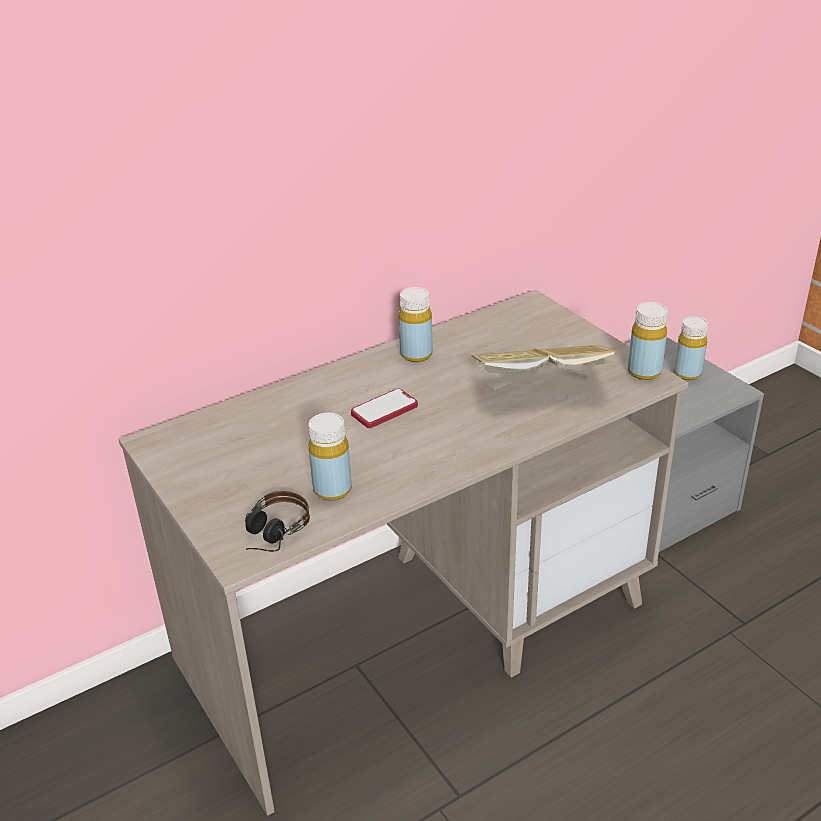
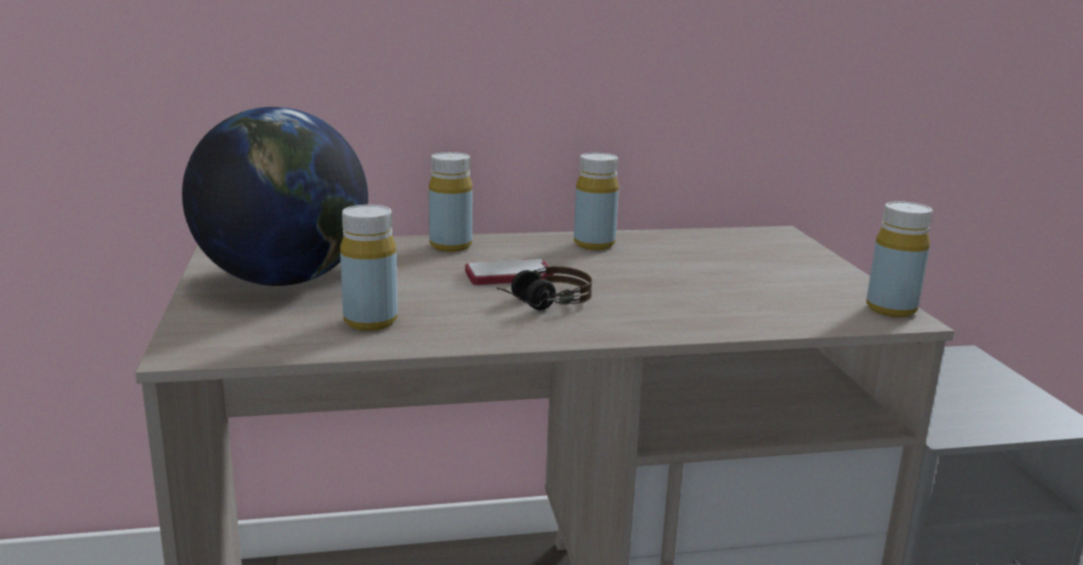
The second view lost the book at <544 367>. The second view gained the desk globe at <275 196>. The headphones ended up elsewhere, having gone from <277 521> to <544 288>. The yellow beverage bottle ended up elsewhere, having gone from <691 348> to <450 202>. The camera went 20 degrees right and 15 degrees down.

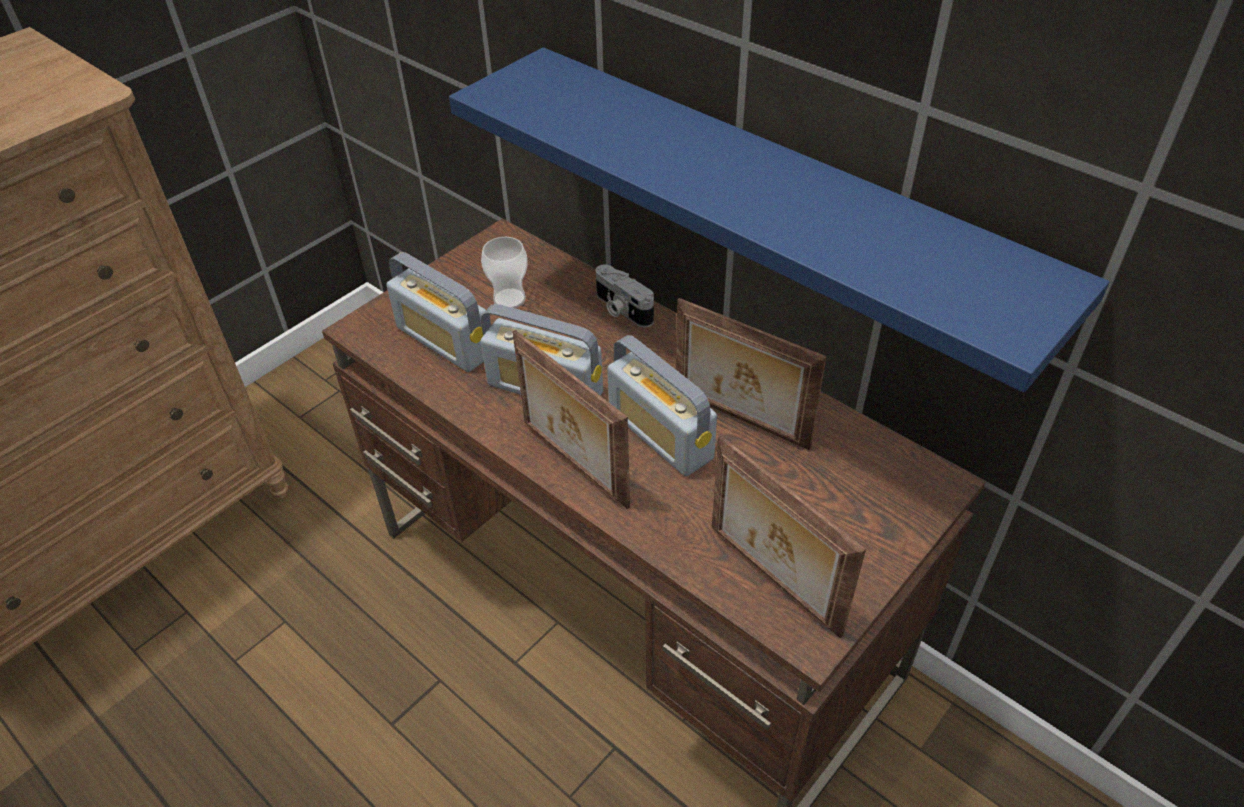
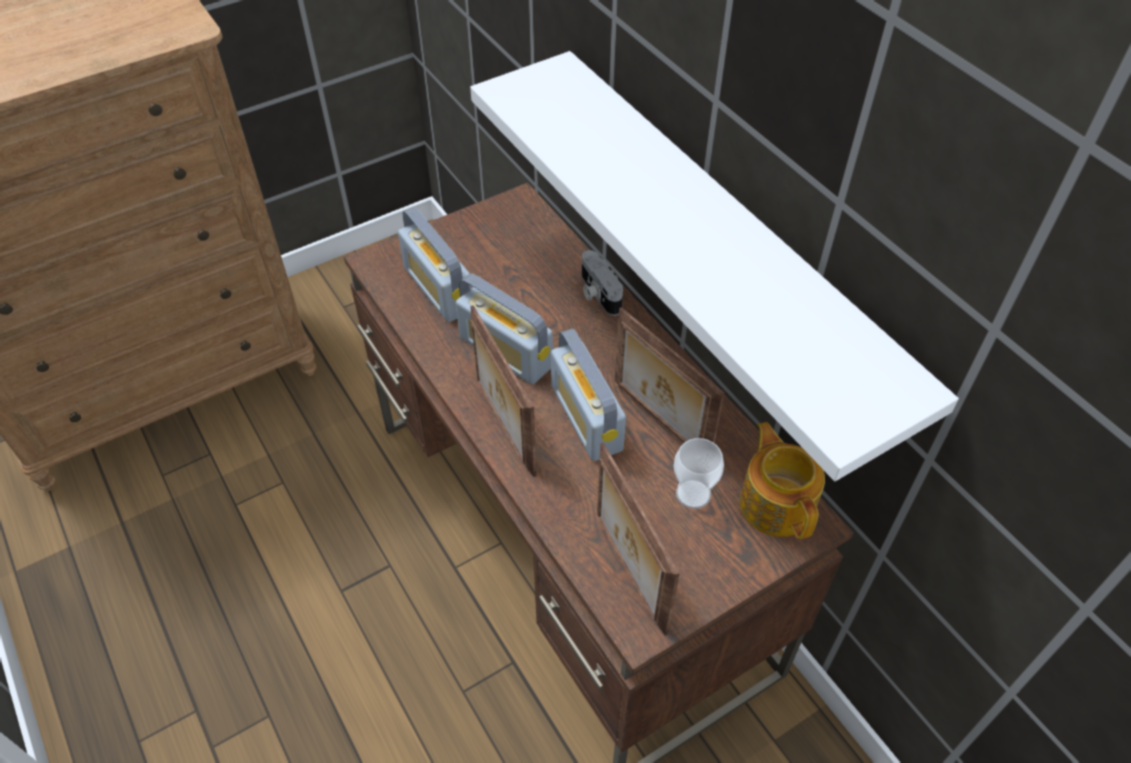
The second view gained the teapot at <782 480>. The cup ended up elsewhere, having gone from <504 272> to <699 473>. What was the blue-coloured wall shelf at <779 219> turned into the whitish wall shelf at <714 266>. The camera went 15 degrees right and 5 degrees up.

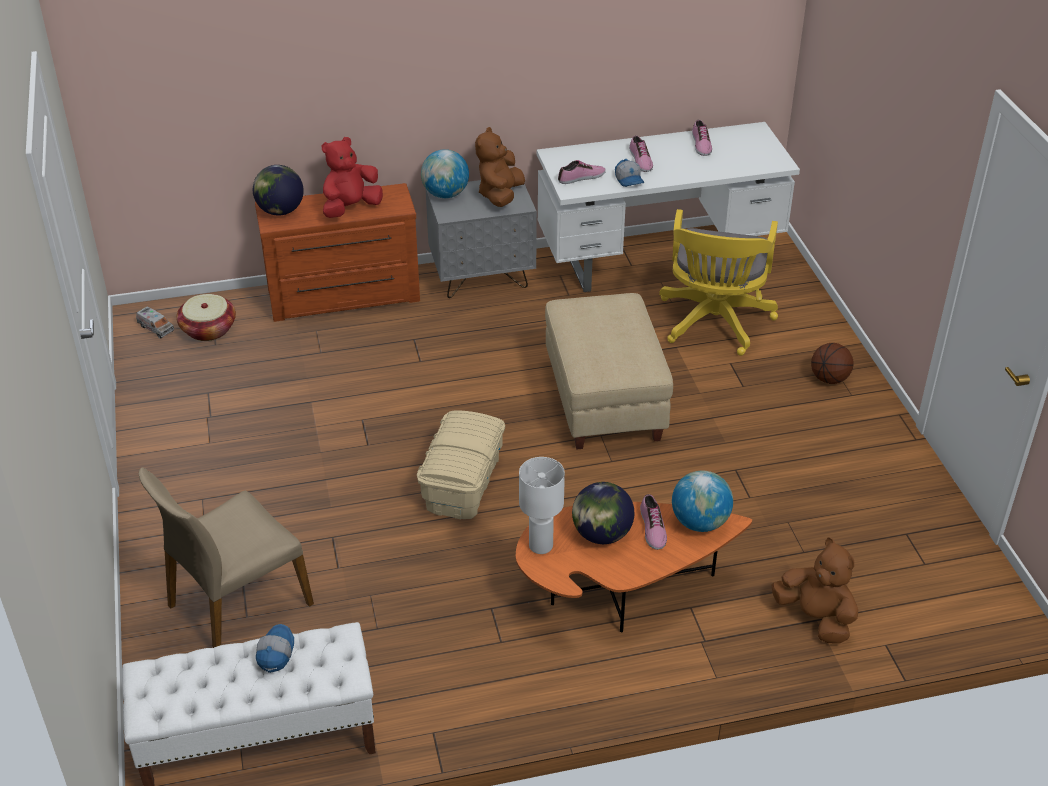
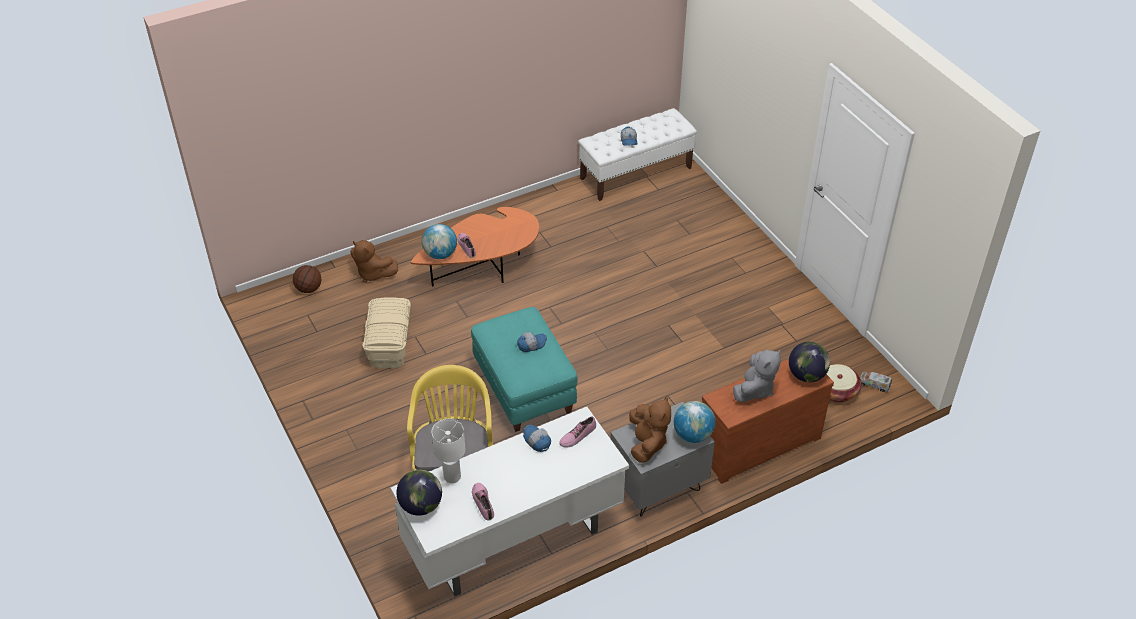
The second view lost the beige-coloured chair at <226 557>. The second view lost the low shoe at <641 153>. The second view gained the baseball cap at <532 342>. The beige-coloured storage container ended up elsewhere, having gone from <461 464> to <387 333>. The whitish lamp for a table ended up elsewhere, having gone from <542 505> to <449 451>. The desk globe ended up elsewhere, having gone from <603 513> to <419 493>. The basketball ended up elsewhere, having gone from <832 363> to <307 279>. What was the reddish plush toy at <352 177> turned into the greyish plush toy at <757 375>. What was the beige-coloured footrest at <609 371> turned into the turquoise-coloured footrest at <524 369>. The camera went 165 degrees right and 5 degrees up.

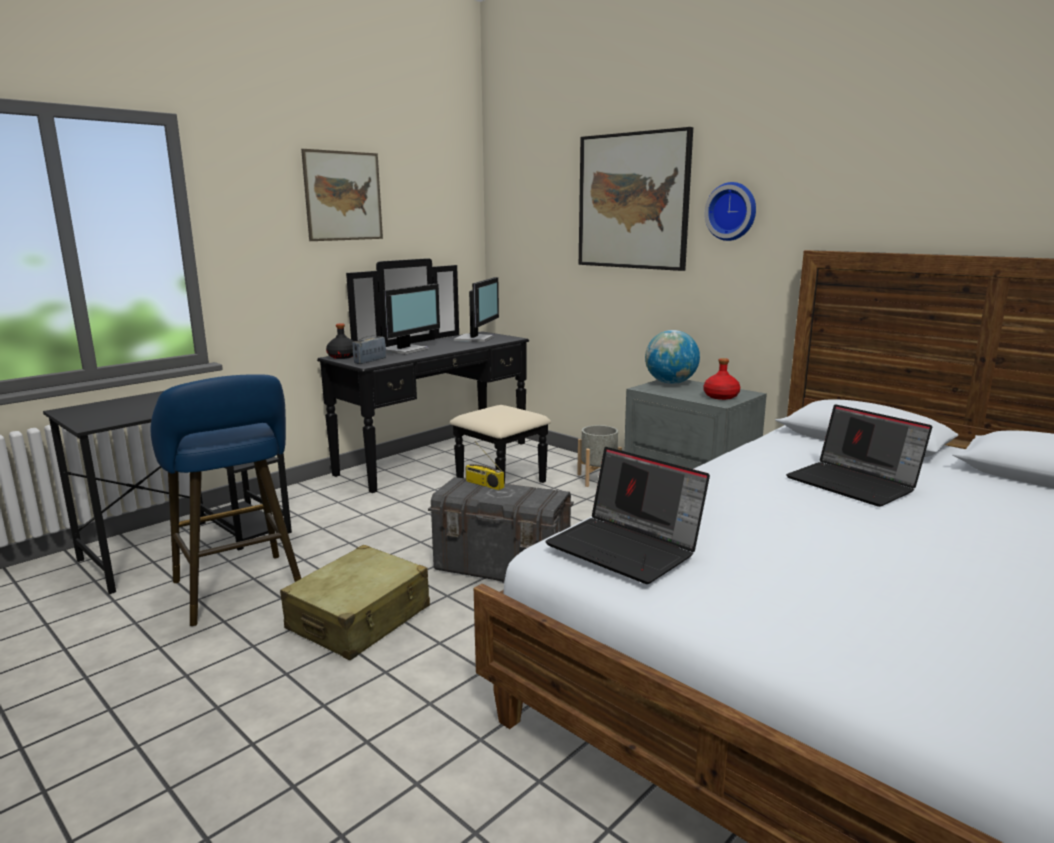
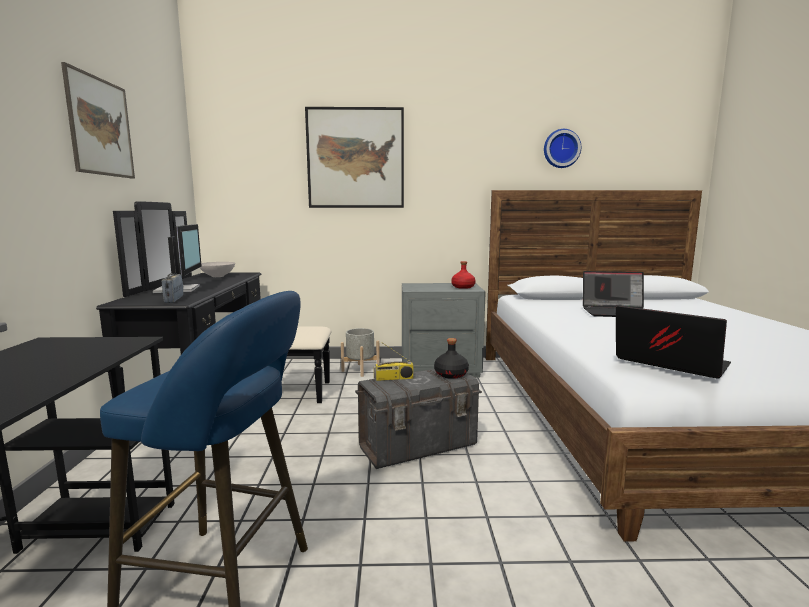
The second view lost the beige-coloured travel case at <355 602>. The second view lost the desk globe at <672 357>. The black-coloured beverage bottle ended up elsewhere, having gone from <340 341> to <451 358>. The wall clock ended up elsewhere, having gone from <730 211> to <562 148>. Where the computer screen stood at <476 309>, the whitish serving bowl came to stand at <217 269>. The notebook computer at <627 515> ended up facing another way, 135 degrees counterclockwise from before. The camera went 45 degrees left and 5 degrees down.

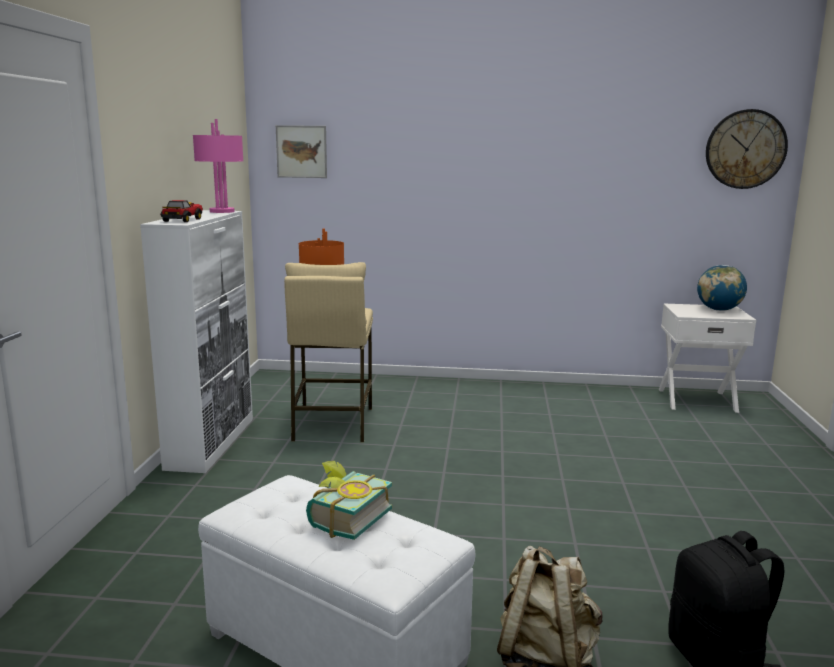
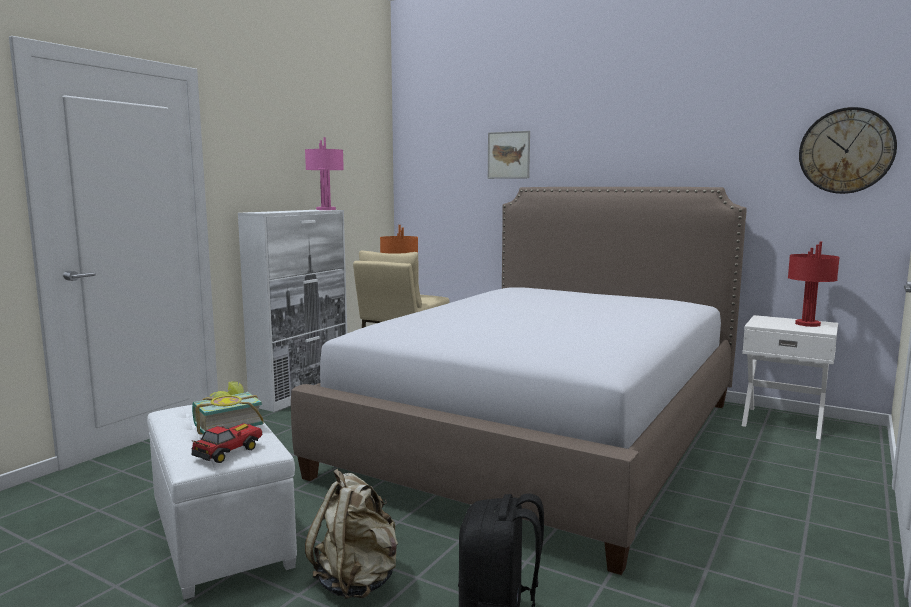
The second view gained the bed at <519 381>. The model car ended up elsewhere, having gone from <181 211> to <226 443>. The wall art ended up elsewhere, having gone from <301 151> to <509 155>. Where the desk globe stood at <722 288>, the reddish lamp for a table came to stand at <814 284>. The camera went 25 degrees right and 5 degrees down.

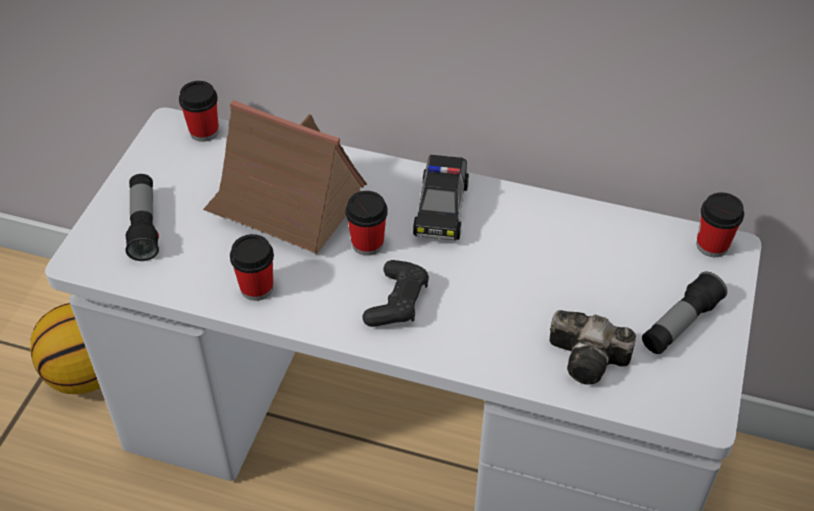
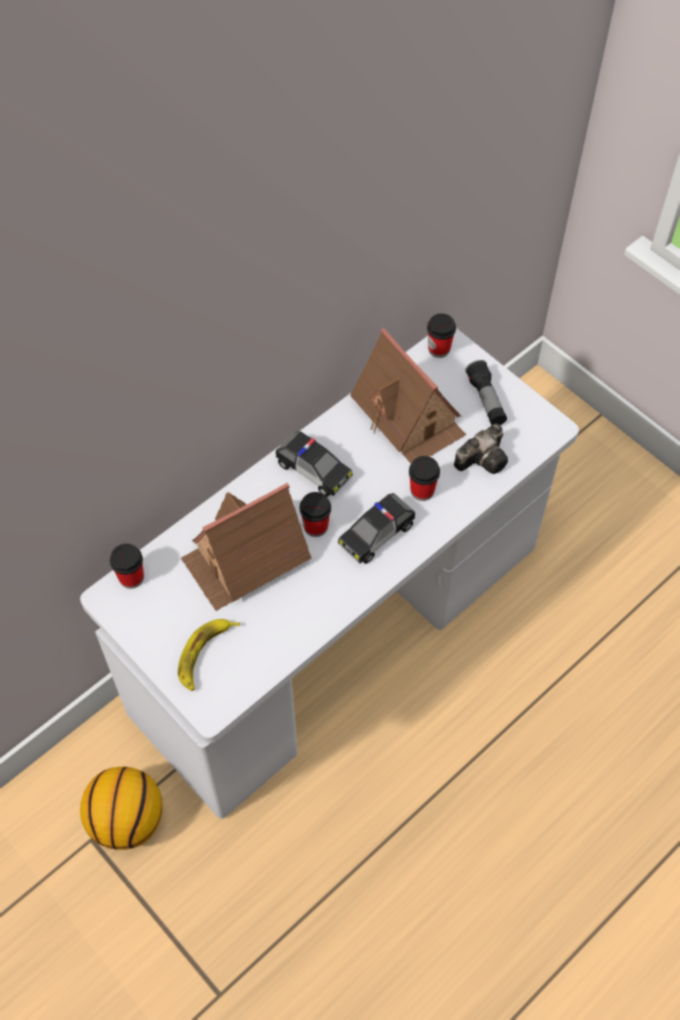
The second view gained the toy house at <408 395>. The cup ended up elsewhere, having gone from <252 267> to <424 478>. Where the hand torch stood at <142 217>, the banana fruit came to stand at <209 655>. Where the black-coloured joypad stood at <396 293>, the model car came to stand at <376 528>. The camera went 60 degrees left and 10 degrees up.

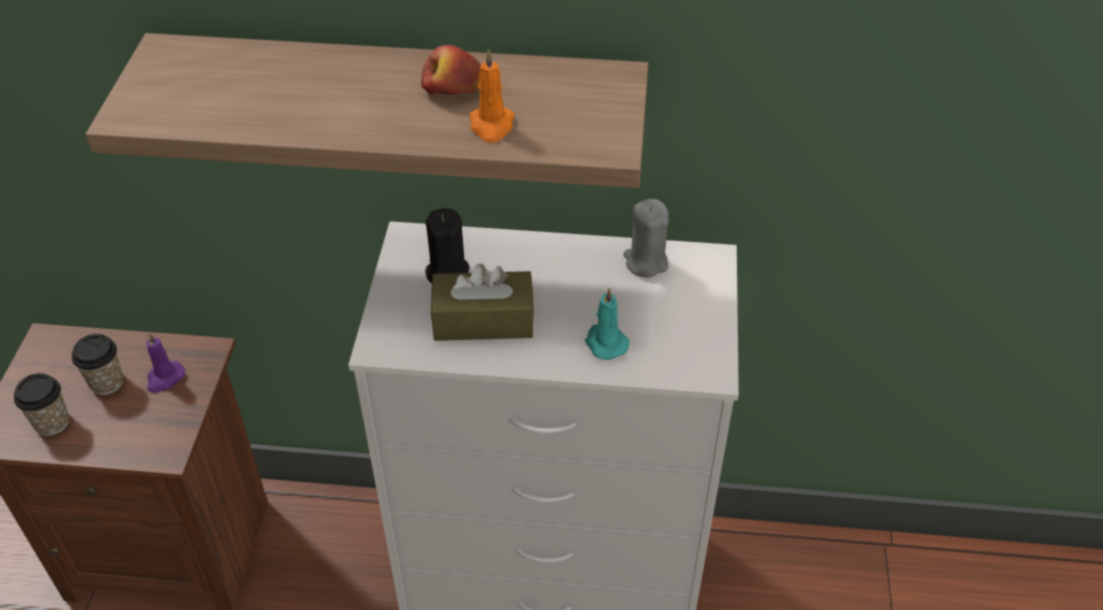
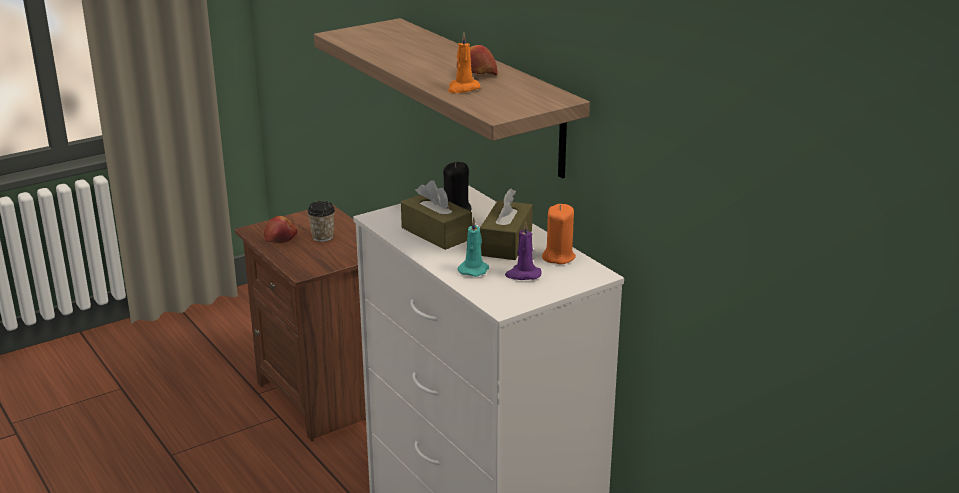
The second view gained the brownish tissue holder at <506 224>. The purplish wax candle ended up elsewhere, having gone from <165 362> to <523 250>. Where the cup stood at <41 404>, the apple came to stand at <280 229>. What was the greyish wax candle at <646 238> turned into the orange wax candle at <559 234>. The camera went 50 degrees right and 20 degrees down.

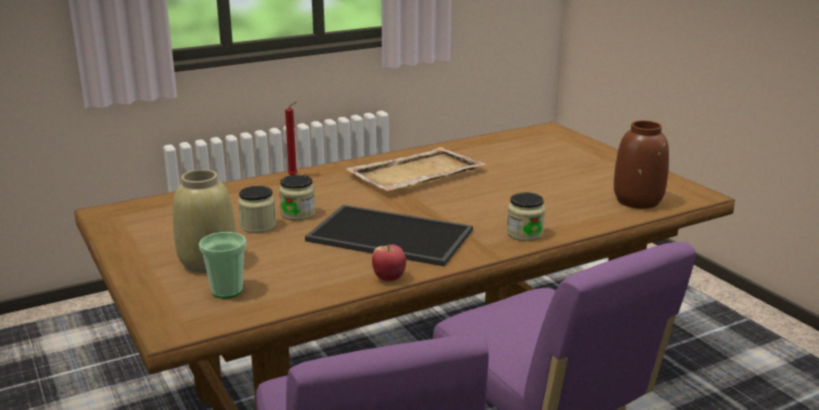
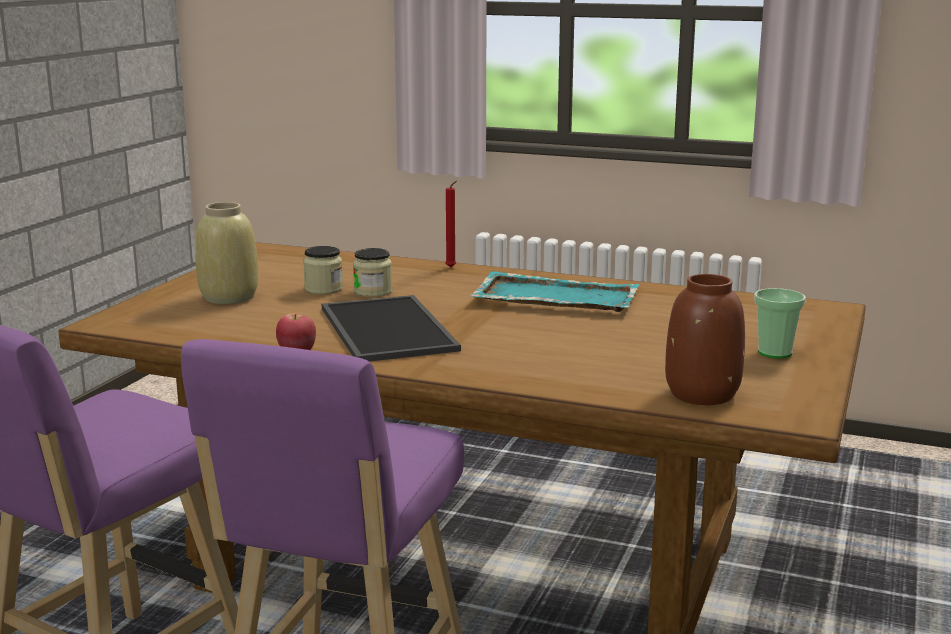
The second view lost the preserve jar at <526 216>. The cup ended up elsewhere, having gone from <222 265> to <780 323>. What was the beige-coloured carrying tray at <415 169> turned into the turquoise-coloured carrying tray at <555 291>. The camera went 50 degrees right and 5 degrees down.

